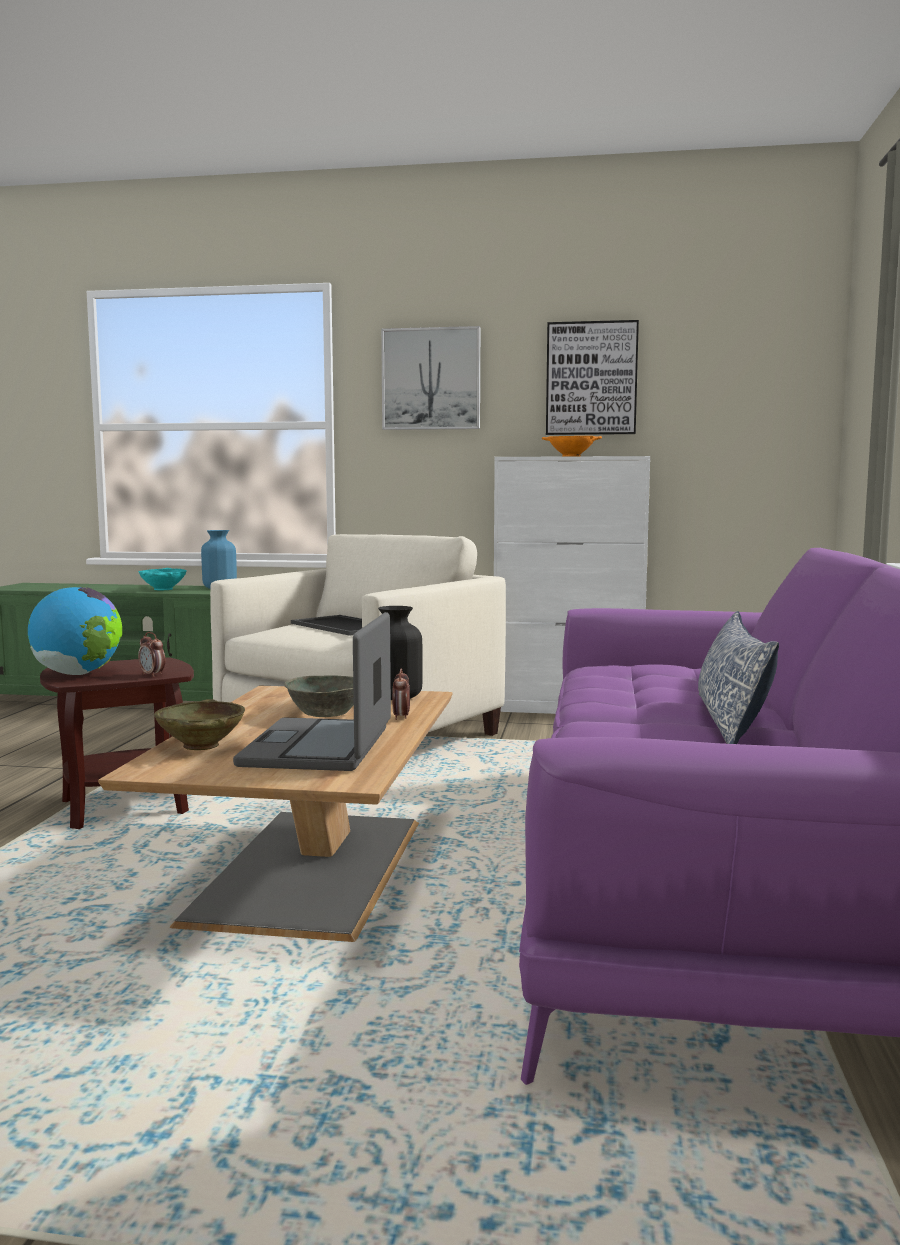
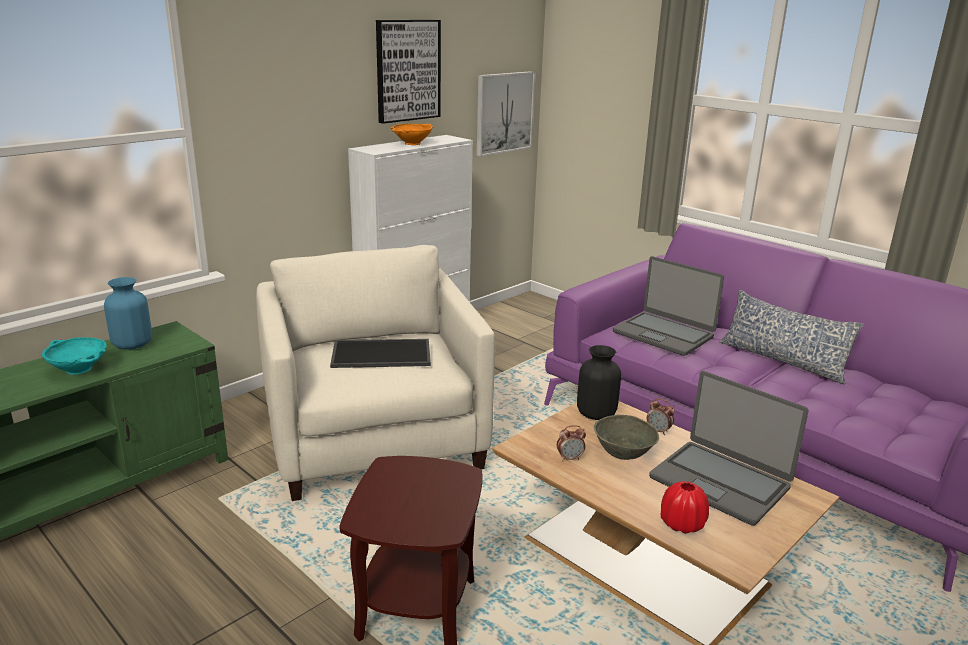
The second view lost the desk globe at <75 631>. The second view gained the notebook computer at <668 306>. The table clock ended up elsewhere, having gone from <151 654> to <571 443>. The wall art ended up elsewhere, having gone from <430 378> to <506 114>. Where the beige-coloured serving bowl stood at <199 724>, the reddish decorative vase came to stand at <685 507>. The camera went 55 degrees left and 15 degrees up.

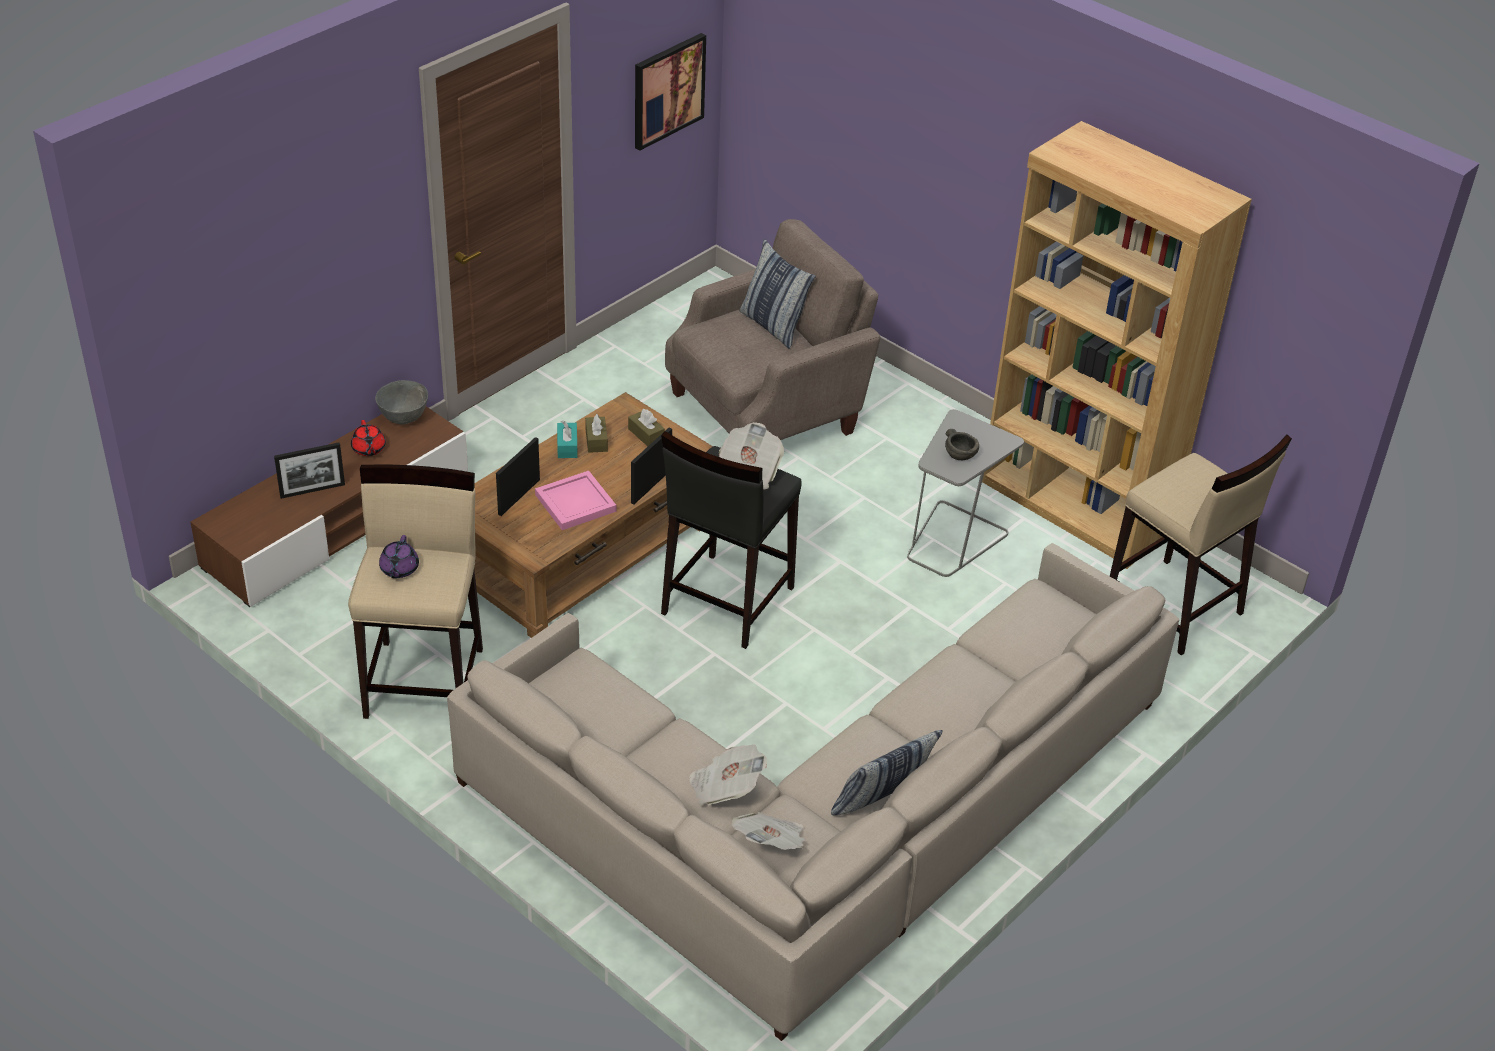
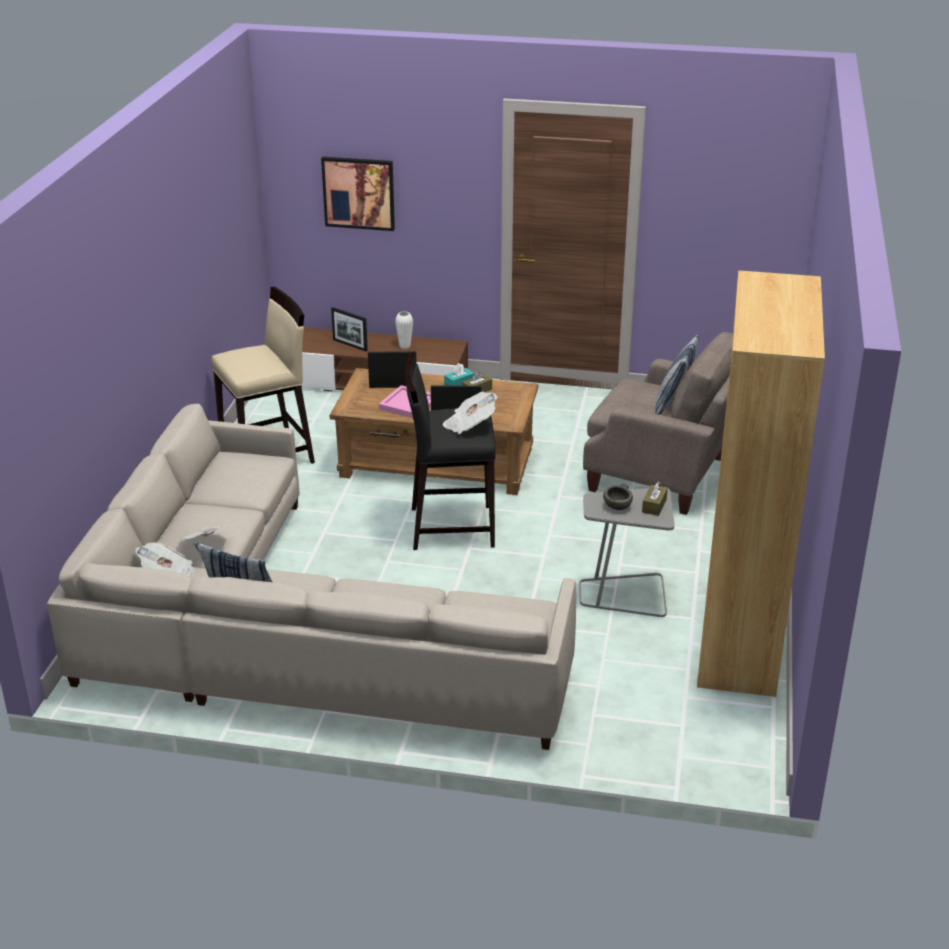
The second view lost the greyish serving bowl at <401 402>. The second view lost the purplish teapot at <399 556>. The second view lost the beige-coloured stool seat at <1201 545>. The brownish tissue holder ended up elsewhere, having gone from <646 427> to <655 499>. The wall art ended up elsewhere, having gone from <670 92> to <358 194>. Where the reddish teapot stood at <368 438>, the whitish decorative vase came to stand at <404 330>. The camera went 60 degrees right and 10 degrees down.

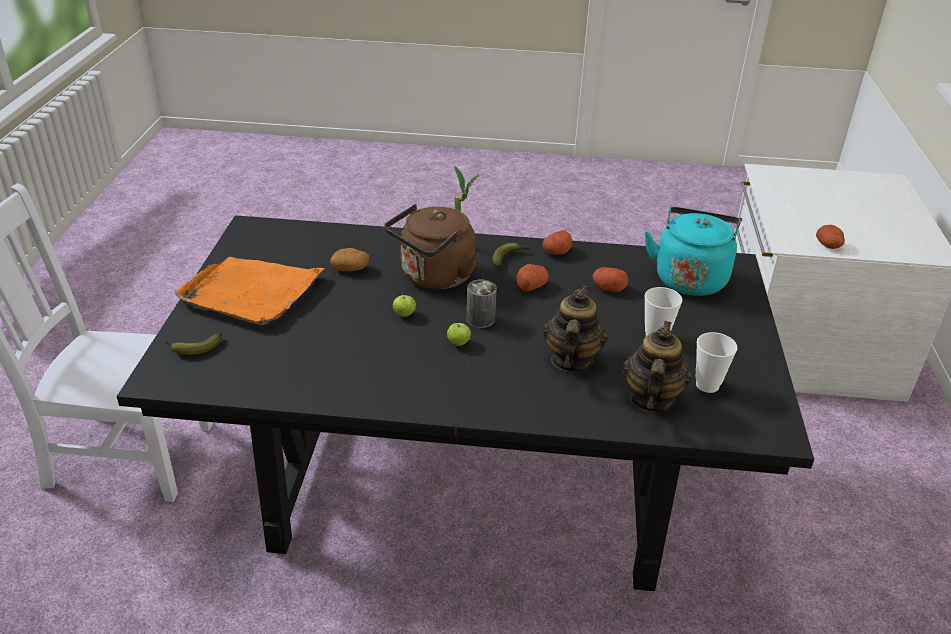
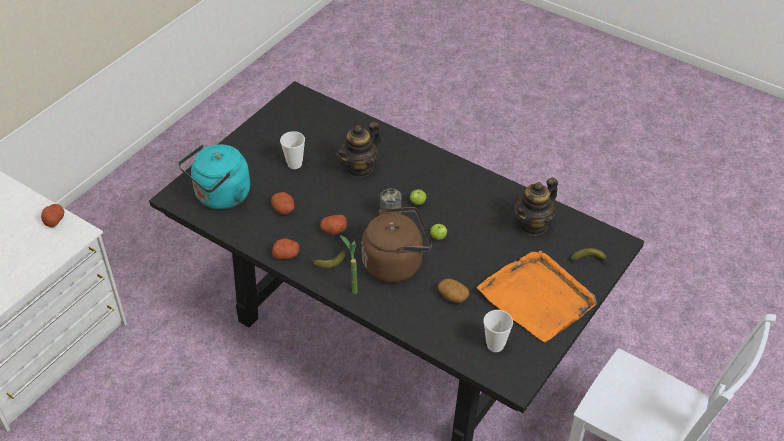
The teapot ended up elsewhere, having gone from <657 366> to <536 206>. The cup ended up elsewhere, having gone from <717 362> to <498 331>. The camera went 150 degrees left and 10 degrees up.

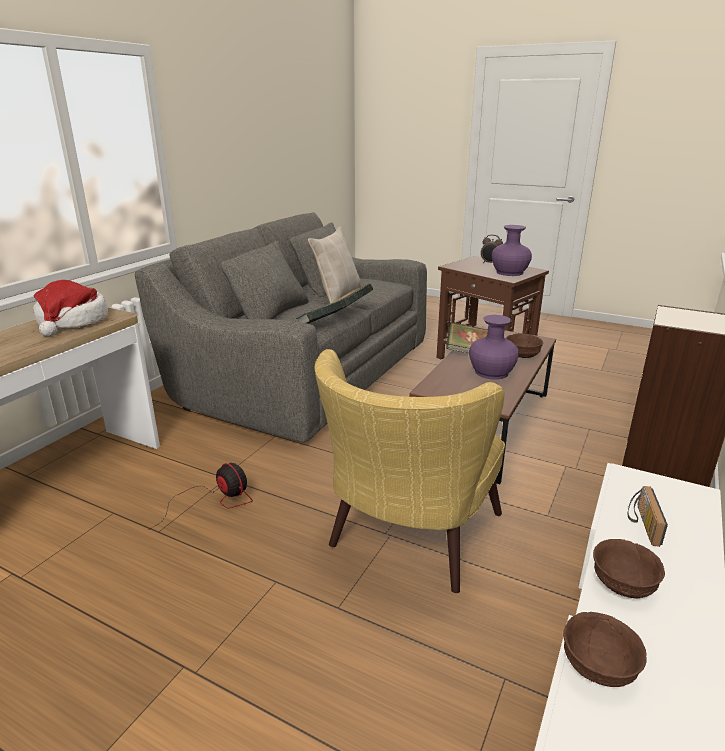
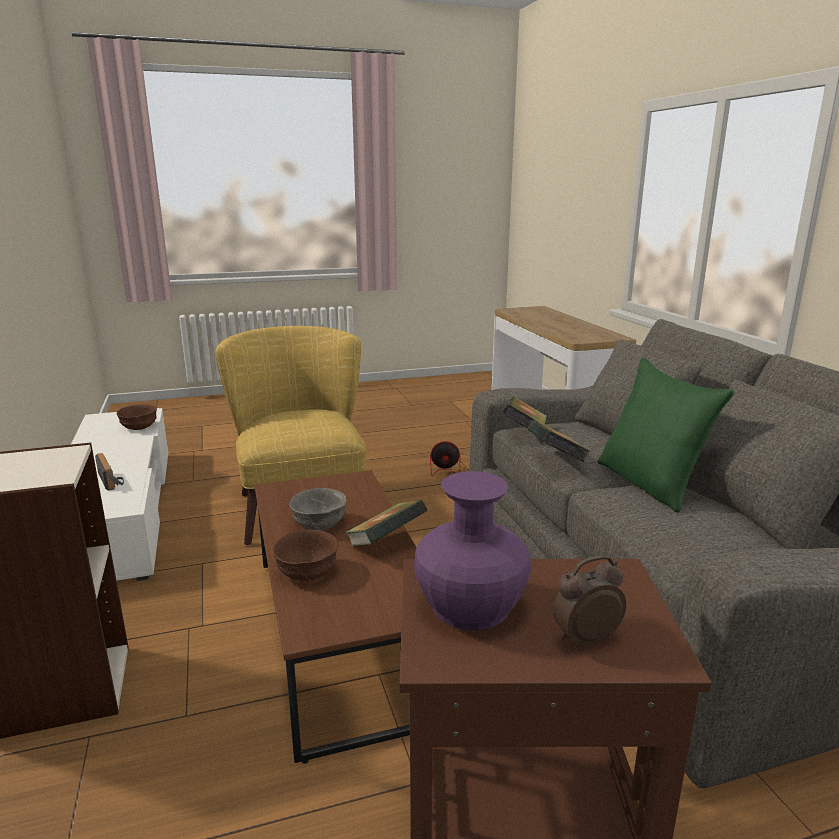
The second view lost the wearable hat at <70 308>. The second view lost the brownish serving bowl at <629 568>. Where the purplish decorative vase stood at <494 347>, the greyish serving bowl came to stand at <318 509>. What was the beige-coloured throw pillow at <335 265> turned into the greenish throw pillow at <666 435>. The camera went 135 degrees right and 5 degrees down.

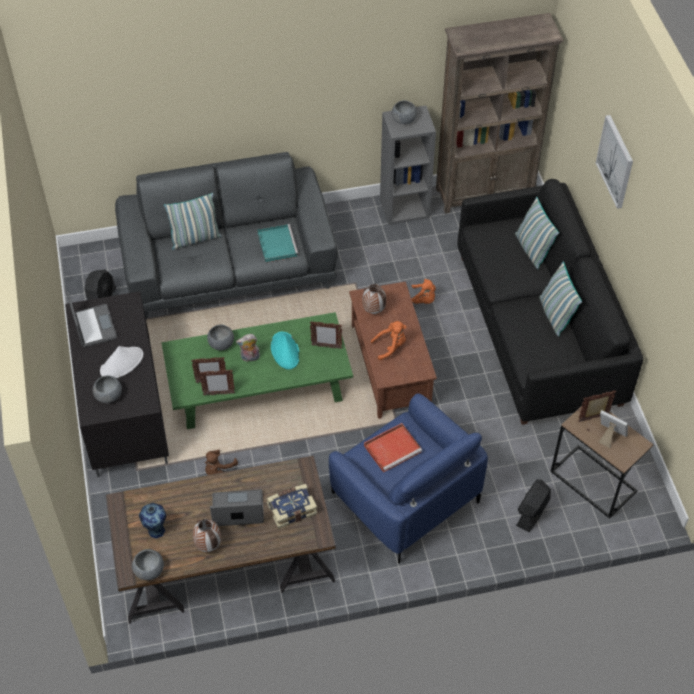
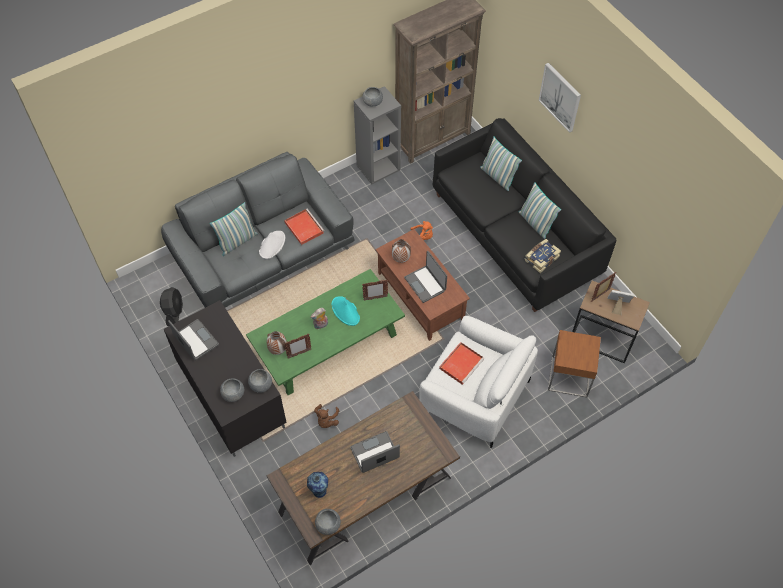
The second view lost the picture frame at <217 383>. The whitish wearable hat ended up elsewhere, having gone from <121 362> to <272 245>. The decorative vase ended up elsewhere, having gone from <207 535> to <277 343>. The greyish serving bowl ended up elsewhere, having gone from <220 338> to <260 381>. The book ended up elsewhere, having gone from <292 506> to <543 256>. Where the orange plush toy stood at <389 340>, the notebook computer came to stand at <425 277>. Where the black-coloured cooling fan stood at <533 505>, the brownish end table came to stand at <574 363>. What was the turquoise-coloured carrying tray at <277 243> turned into the reddish carrying tray at <304 227>. What was the blue-coloured armchair at <408 478> turned into the whitish armchair at <478 382>. The camera went 20 degrees left and 5 degrees up.

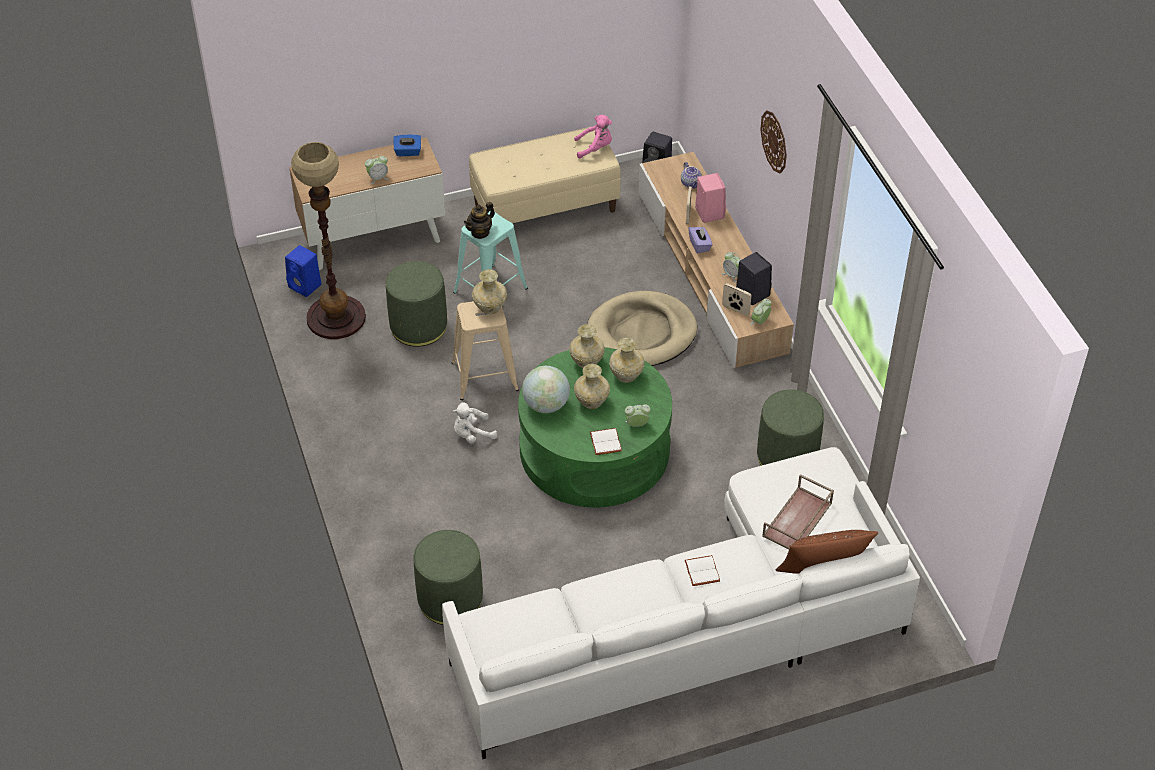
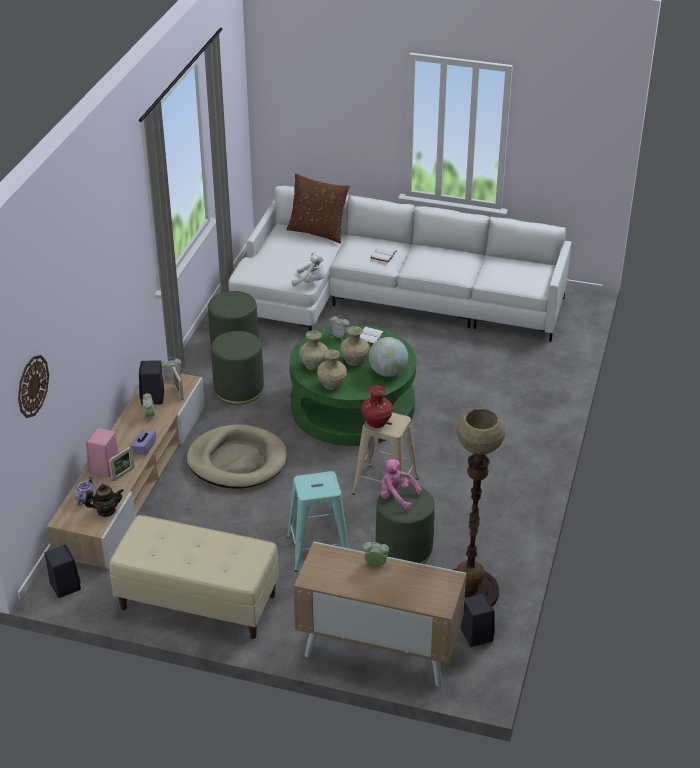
The second view lost the blue-coloured tissue holder at <407 145>. The second view lost the brownish carrying tray at <798 511>. The greenish footrest ended up elsewhere, having gone from <448 577> to <237 368>. The whitish plush toy ended up elsewhere, having gone from <475 423> to <308 269>. The teapot ended up elsewhere, having gone from <479 220> to <104 500>. The pink plush toy ended up elsewhere, having gone from <593 136> to <401 484>. The wall clock ended up elsewhere, having gone from <773 141> to <33 386>. What was the blue-coloured loudspeaker at <303 271> turned into the black-coloured loudspeaker at <478 620>. What was the beige-coloured decorative vase at <489 291> turned into the reddish decorative vase at <377 406>. The camera went 145 degrees left and 10 degrees down.

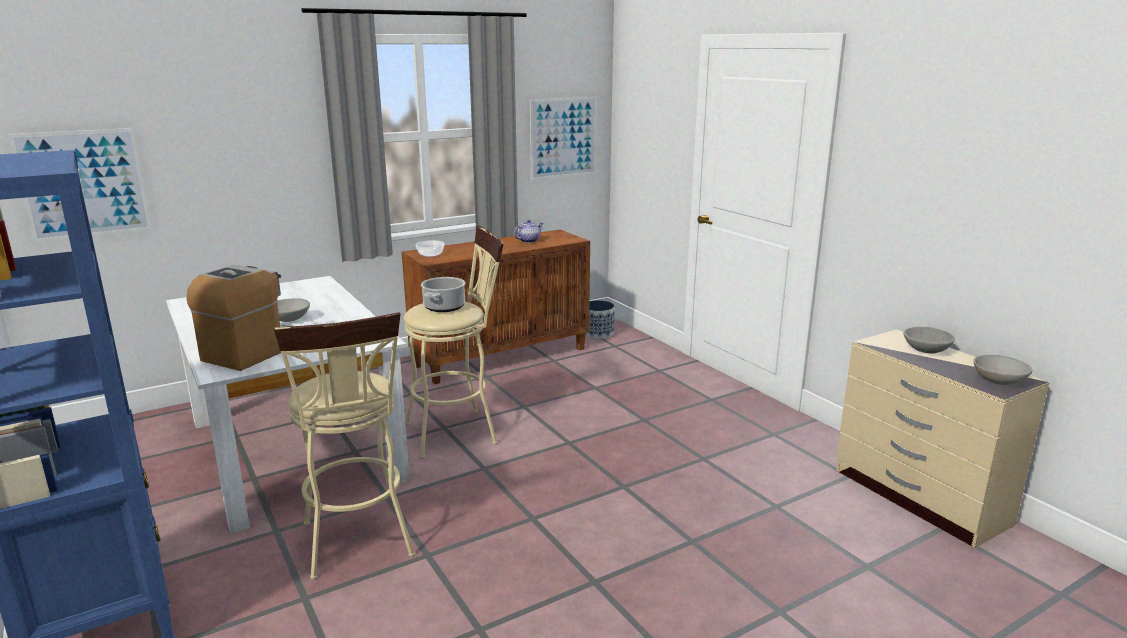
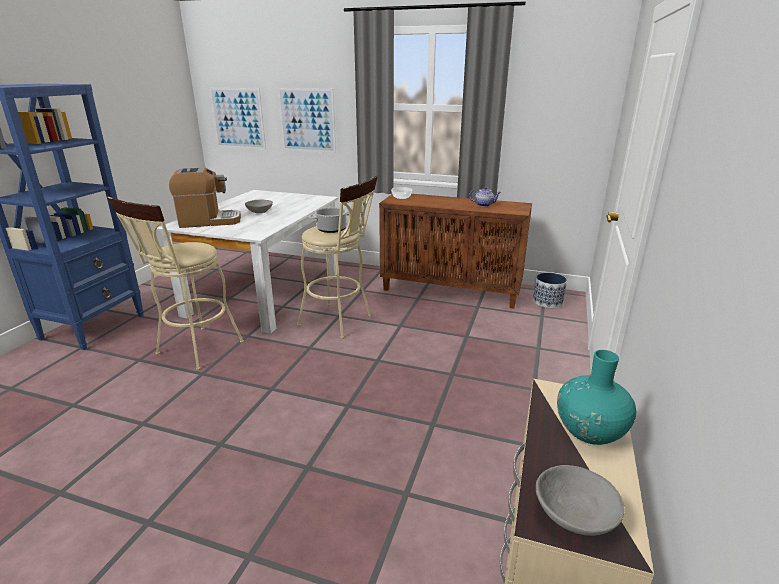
The wall art ended up elsewhere, having gone from <563 138> to <307 120>. Where the greyish serving bowl stood at <929 340>, the turquoise-coloured decorative vase came to stand at <596 397>. The camera went 50 degrees right and 5 degrees up.

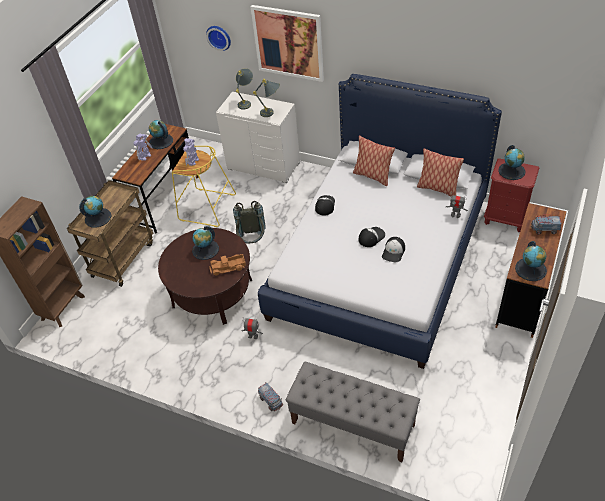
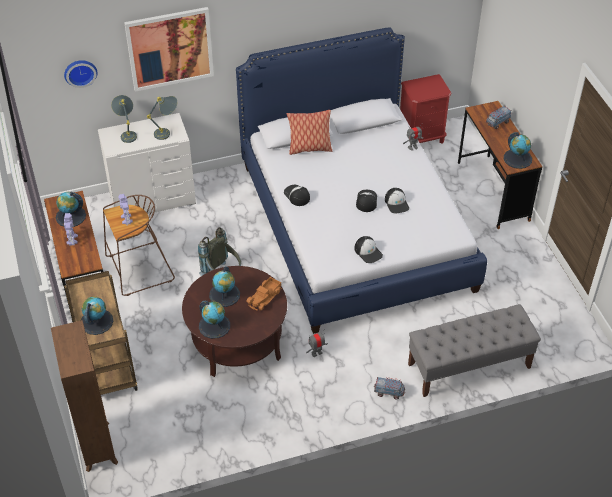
The second view lost the throw pillow at <440 172>. The second view gained the baseball cap at <368 249>. The desk globe ended up elsewhere, having gone from <511 162> to <214 320>. What was the yellow stool seat at <204 186> turned into the brownish stool seat at <139 245>. The camera went 45 degrees left and 0 degrees up.

